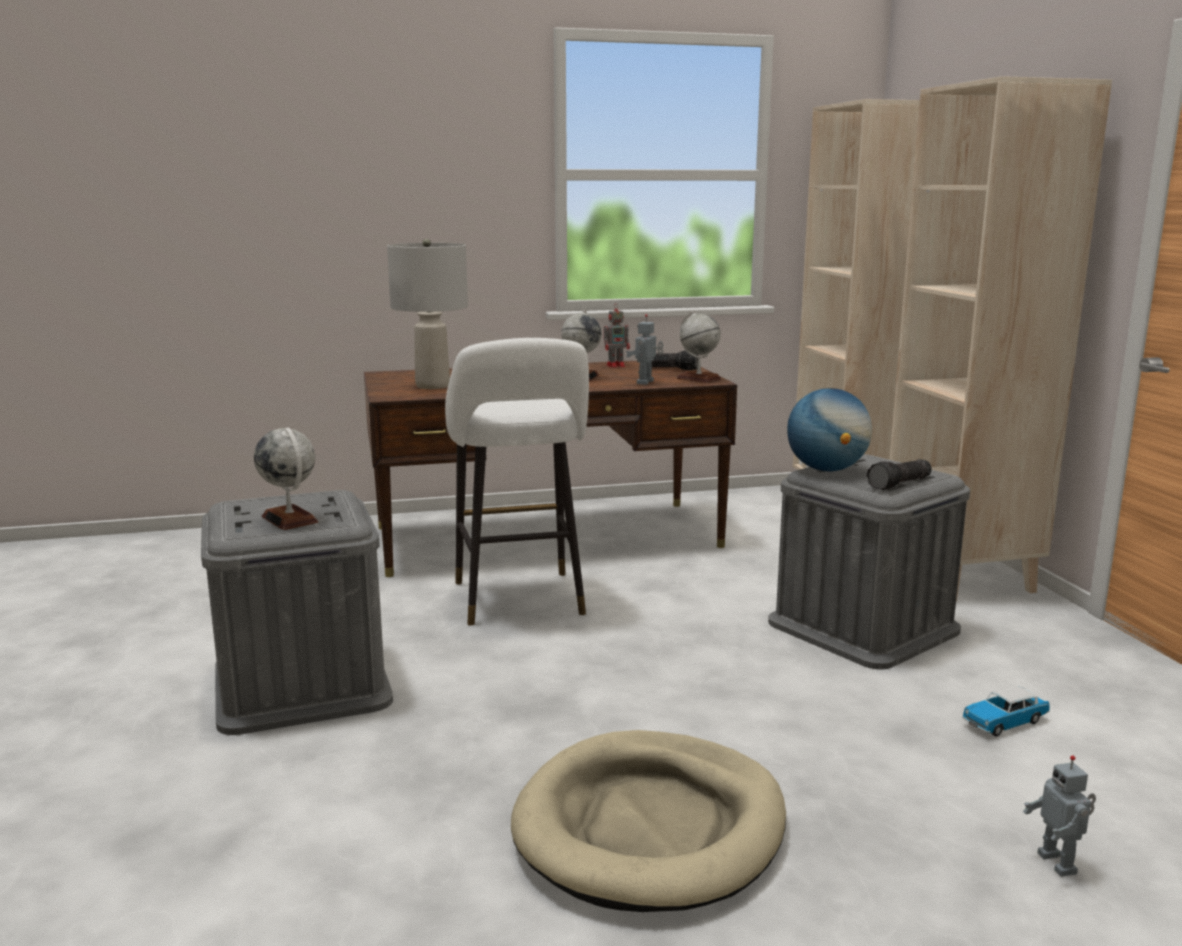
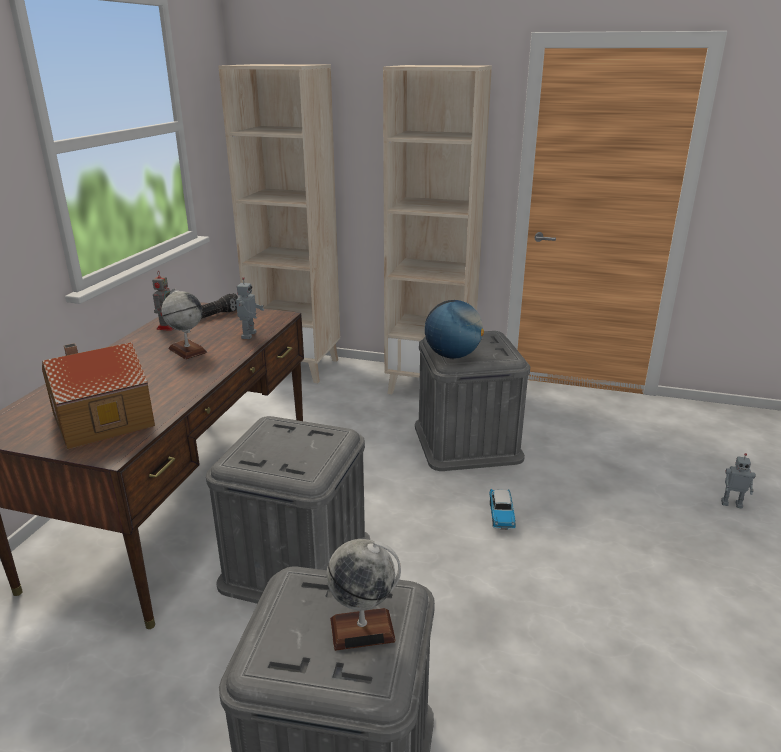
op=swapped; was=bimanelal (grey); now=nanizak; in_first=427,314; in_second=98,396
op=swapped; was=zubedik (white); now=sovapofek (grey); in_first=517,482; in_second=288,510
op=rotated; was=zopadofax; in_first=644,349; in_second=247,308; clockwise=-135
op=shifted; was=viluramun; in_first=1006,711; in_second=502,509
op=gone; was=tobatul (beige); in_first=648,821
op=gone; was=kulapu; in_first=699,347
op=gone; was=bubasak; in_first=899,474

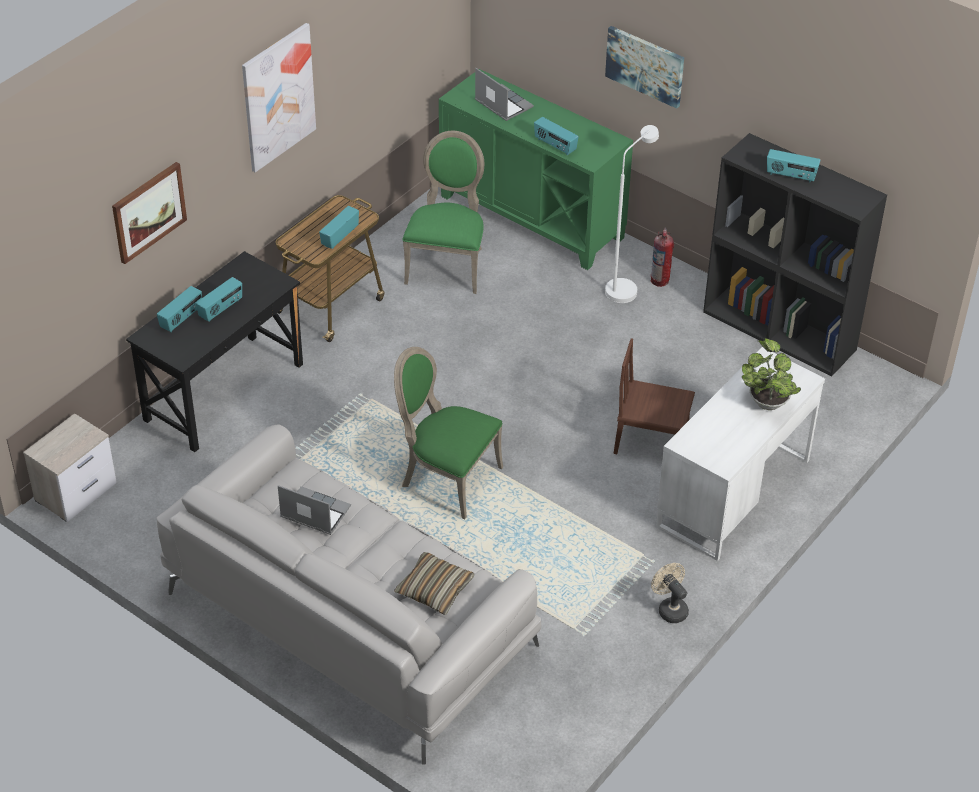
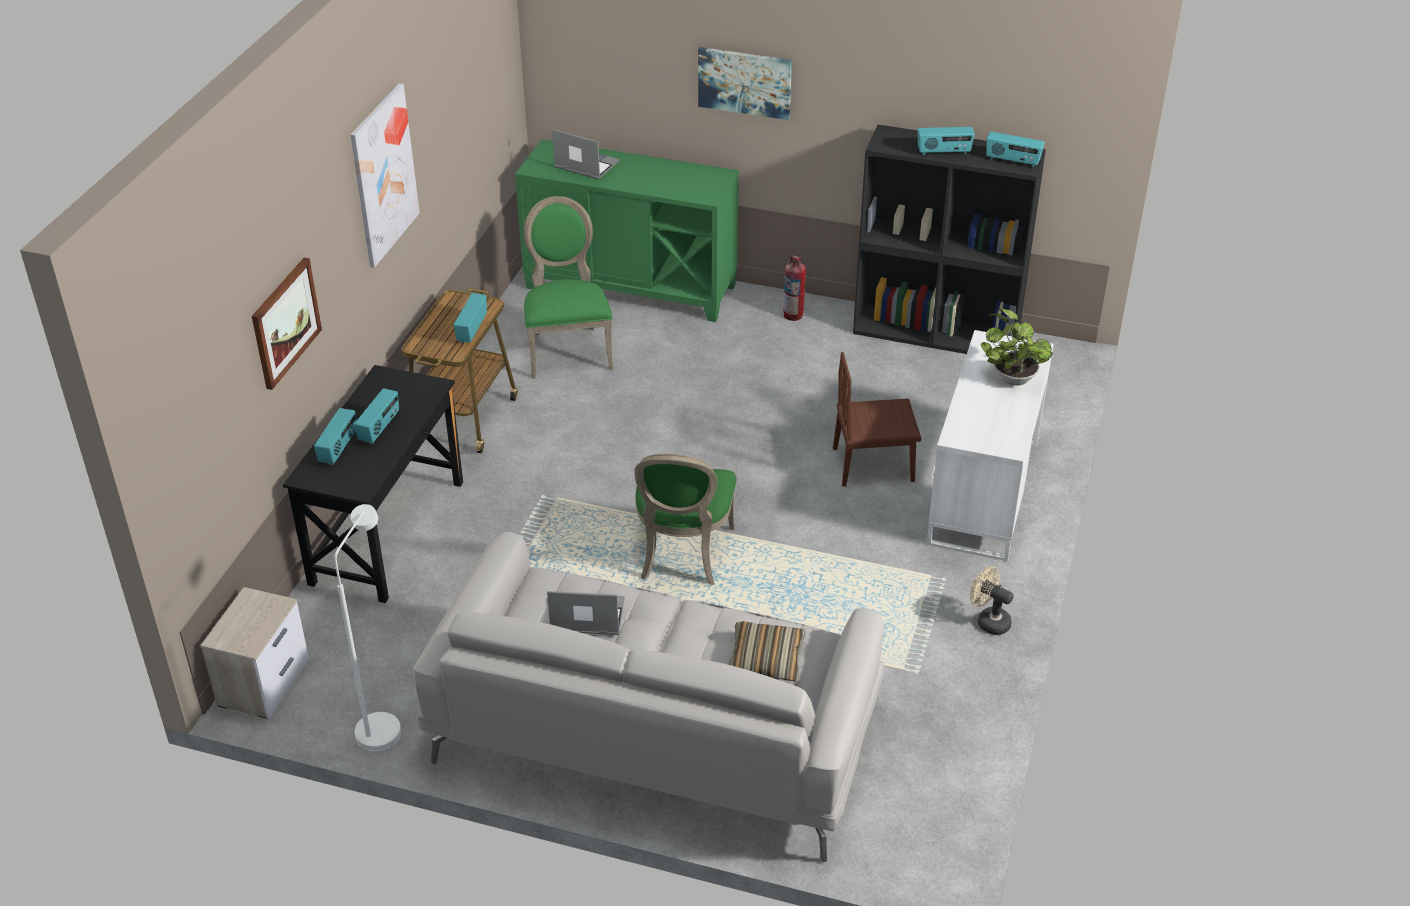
op=shifted; was=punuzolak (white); in_first=632,214; in_second=367,628
op=rotated; was=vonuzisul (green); in_first=448,433; in_second=685,520; clockwise=-90
op=shifted; was=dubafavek; in_first=556,136; in_second=1016,149

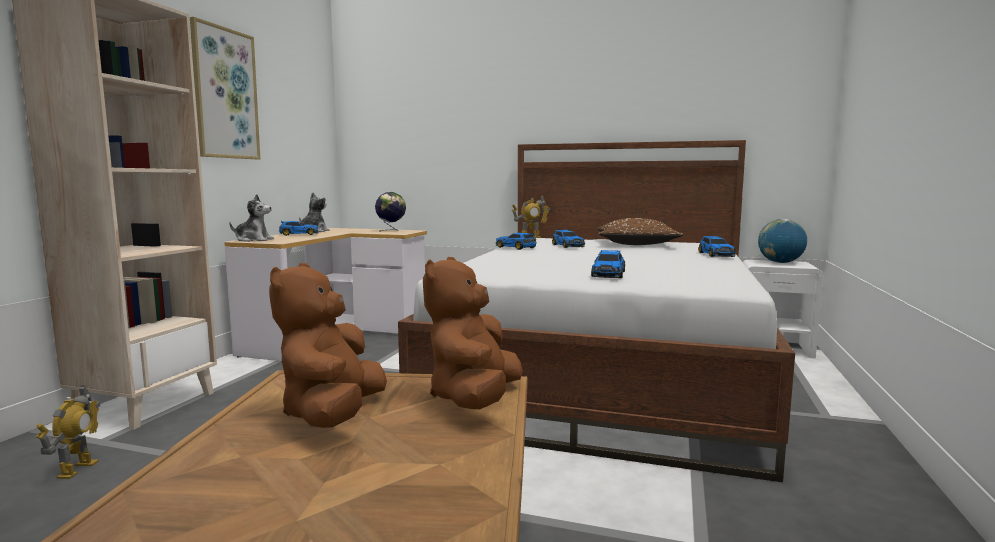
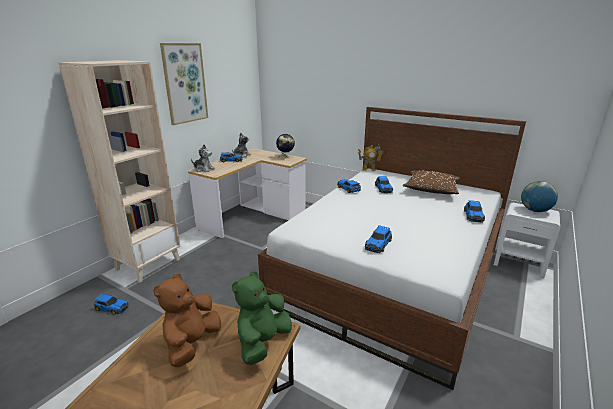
op=swapped; was=zopadofax; now=viluramun; in_first=68,432; in_second=111,304
op=repainted; was=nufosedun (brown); now=nufosedun (green); in_first=473,333; in_second=262,318

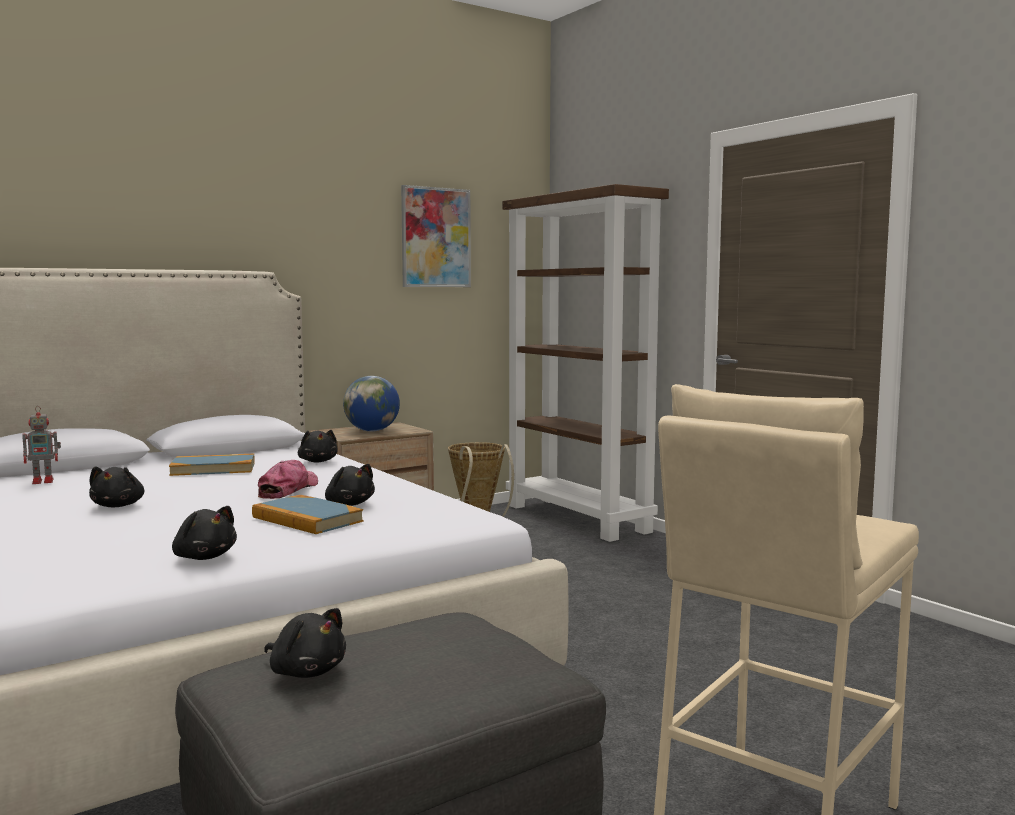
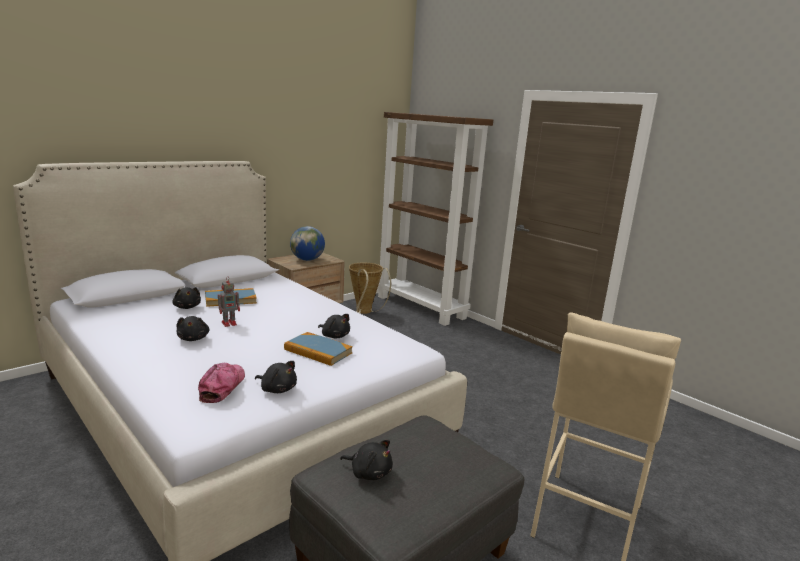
op=shifted; was=nufosedun (black); in_first=318,446; in_second=186,298
op=shifted; was=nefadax; in_first=288,479; in_second=221,383
op=shifted; was=zopadofax; in_first=41,445; in_second=229,301
op=gone; was=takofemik; in_first=436,236

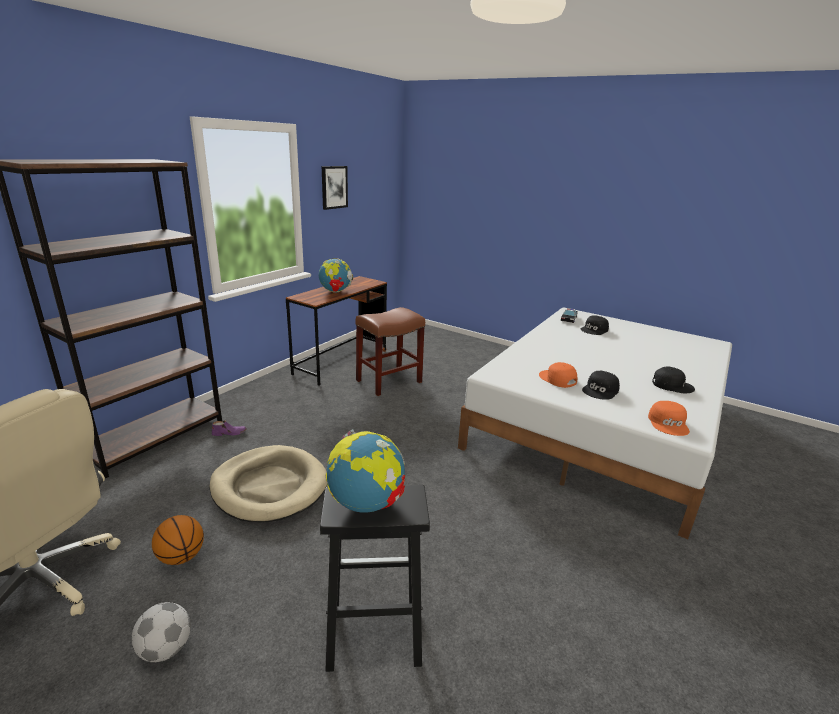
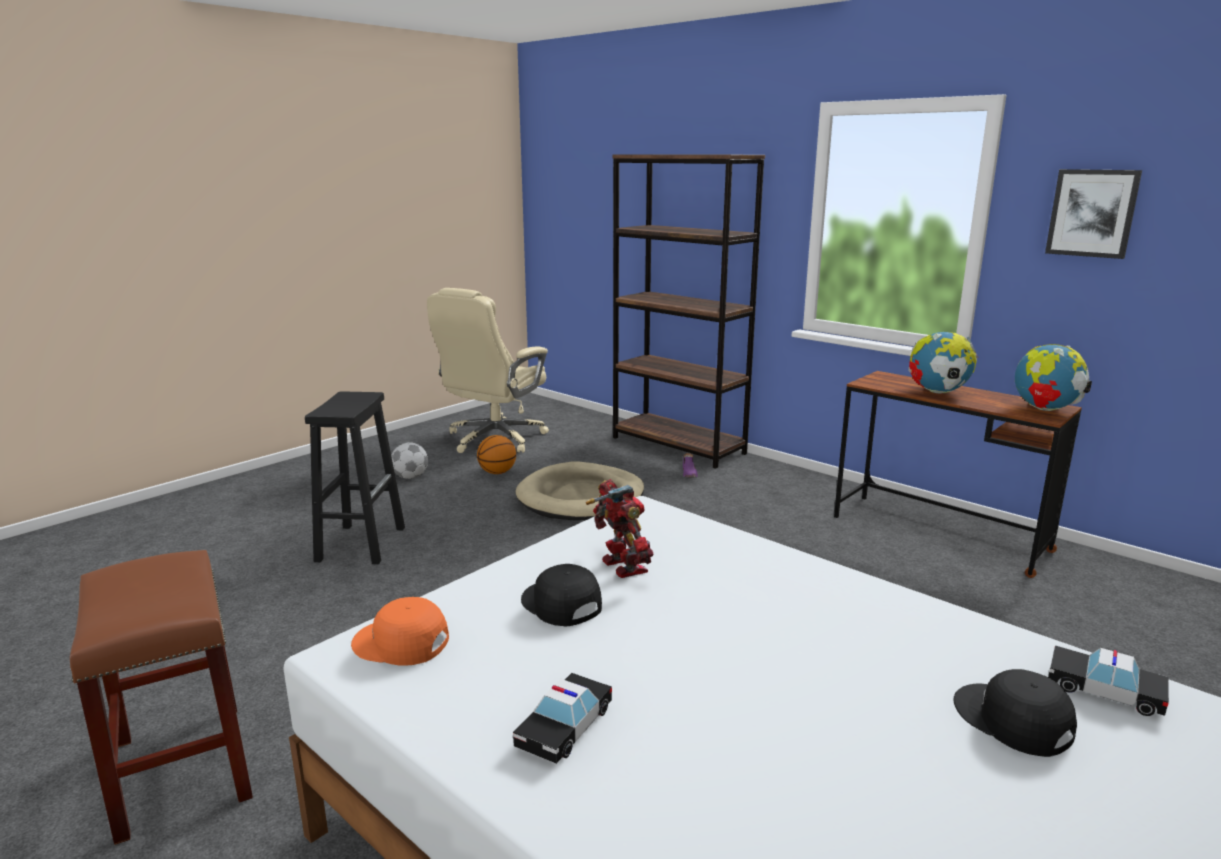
op=shifted; was=zubedik (brown); in_first=390,351; in_second=161,697
op=swapped; was=nefadax (black); now=viluramun; in_first=673,380; in_second=562,718
op=swapped; was=nefadax (orange); now=zopadofax; in_first=558,375; in_second=620,528
op=shifted; was=kulapu; in_first=365,471; in_second=1053,377

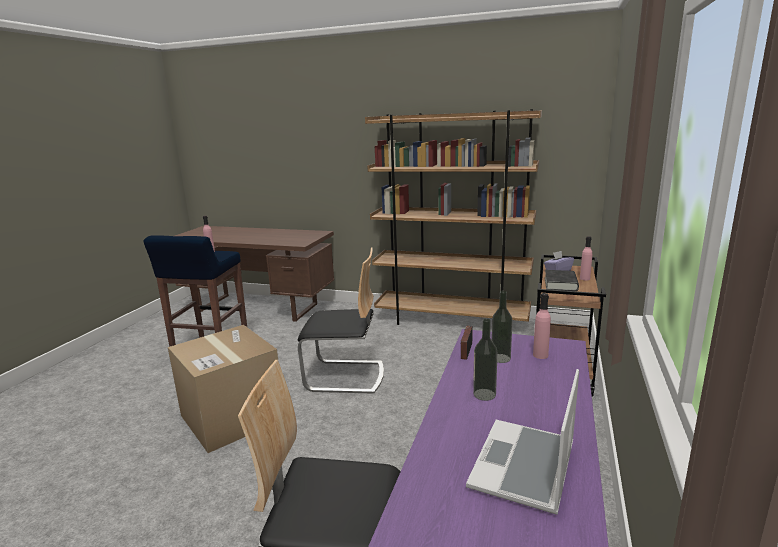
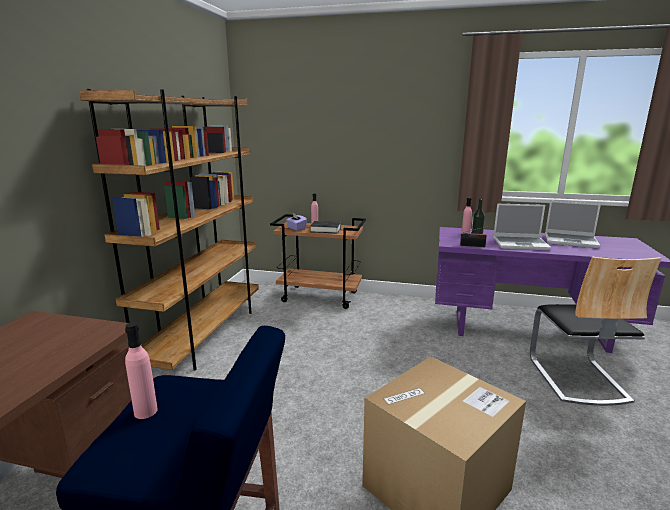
op=swapped; was=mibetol; now=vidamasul; in_first=485,359; in_second=522,227
op=gone; was=vonuzisul; in_first=341,320

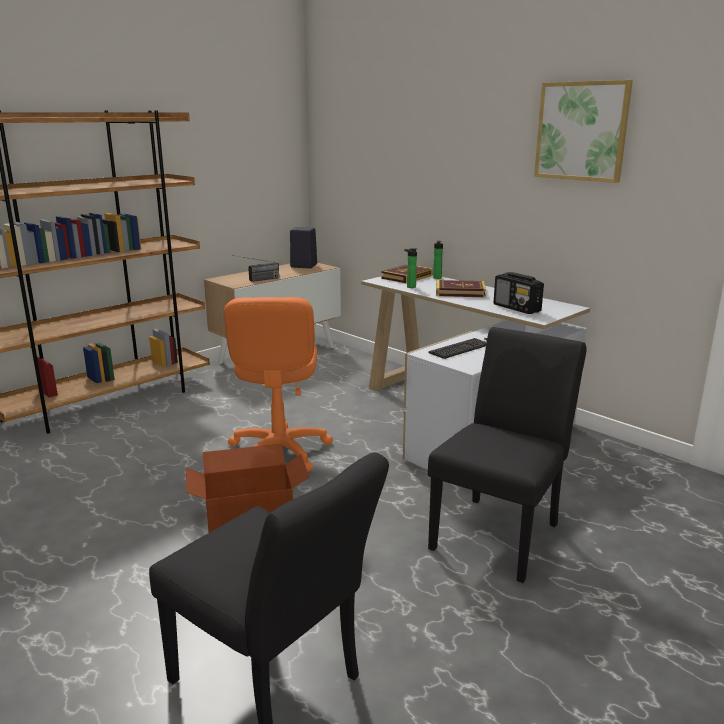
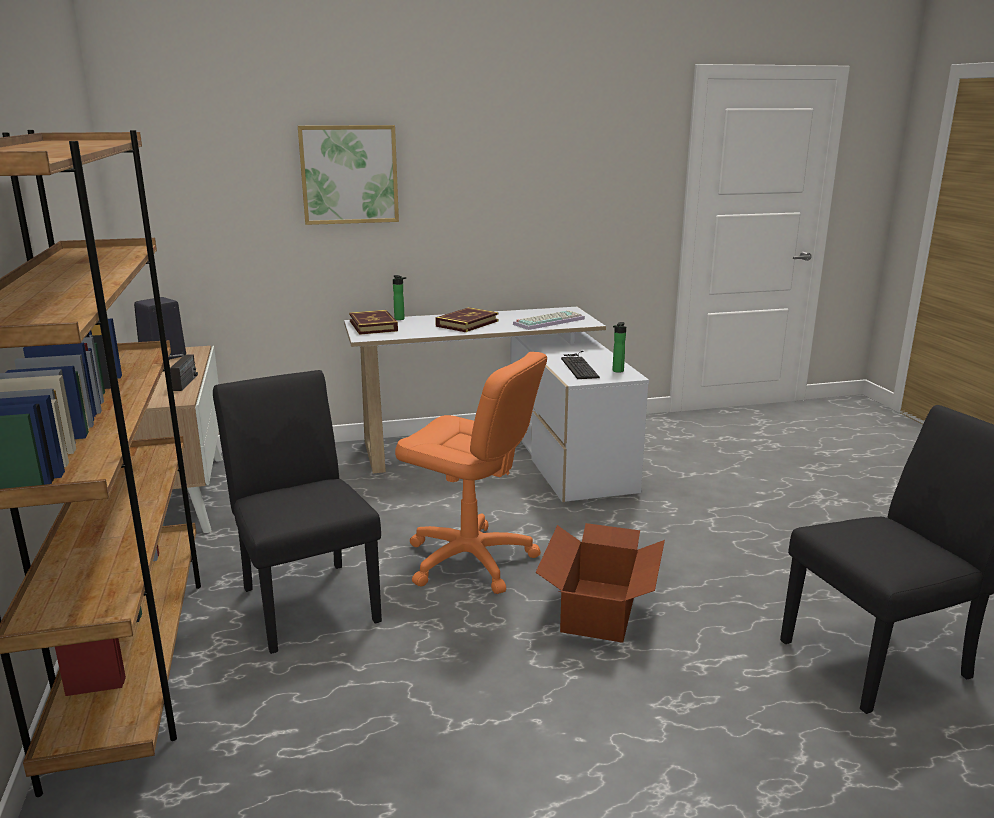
op=shifted; was=vonuzisul (black); in_first=507,455; in_second=297,512
op=shifted; was=takofemik; in_first=583,131; in_second=348,175
op=swapped; was=dubafavek; now=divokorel; in_first=519,293; in_second=549,320
op=shifted; was=mibetol; in_first=410,268; in_second=619,347

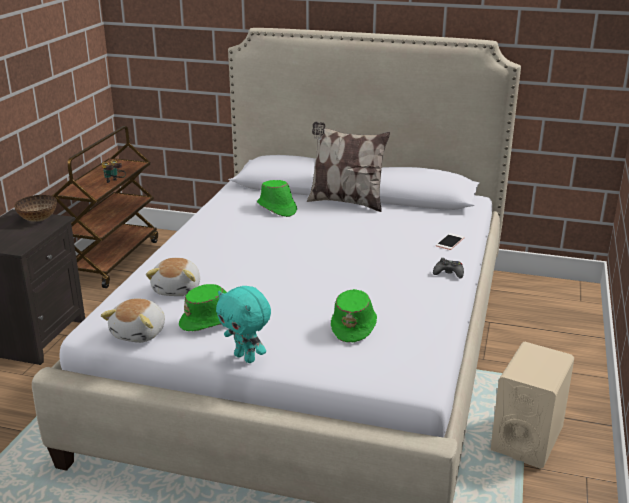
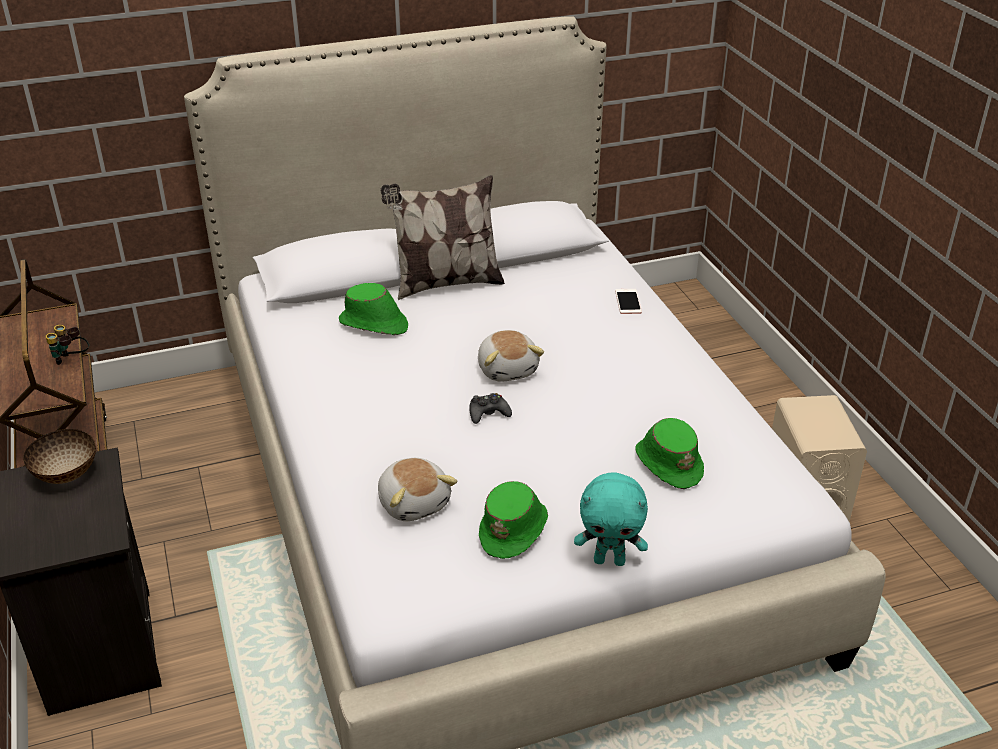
op=shifted; was=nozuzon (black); in_first=448,268; in_second=490,408
op=shifted; was=nufosedun; in_first=133,320; in_second=511,356

